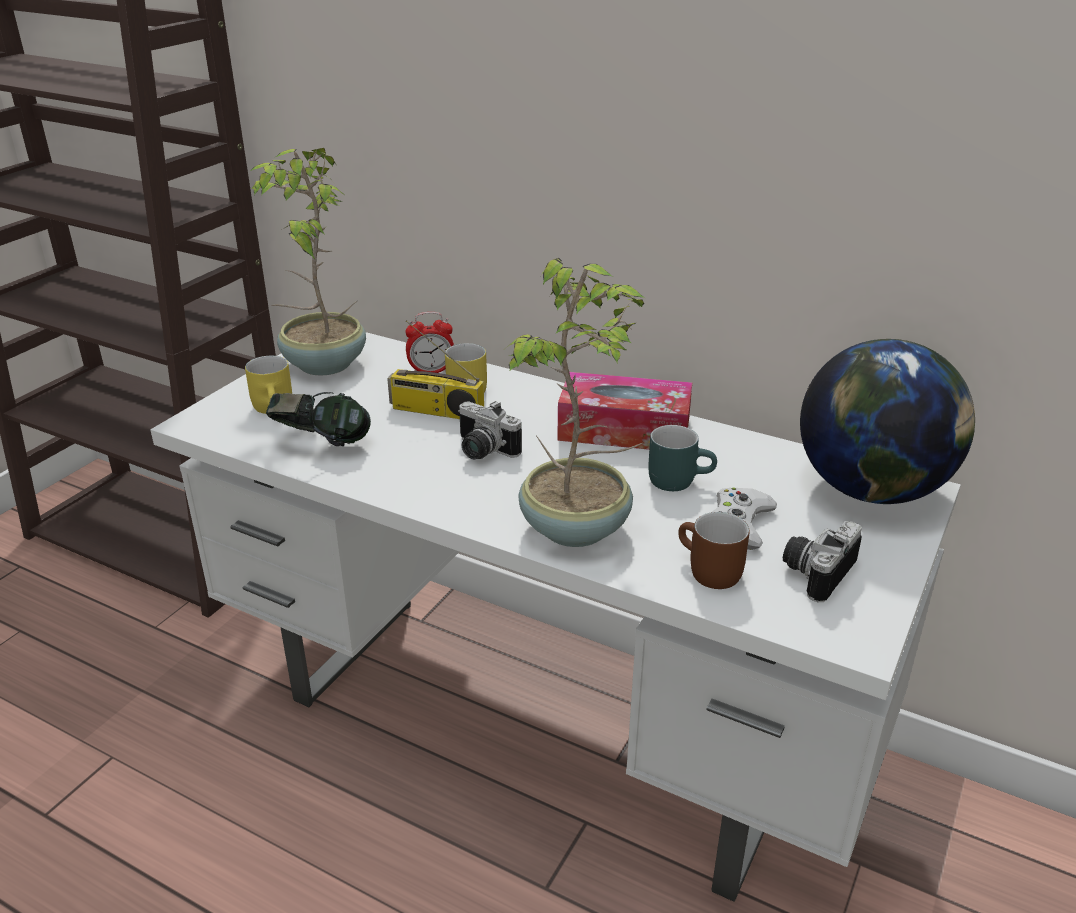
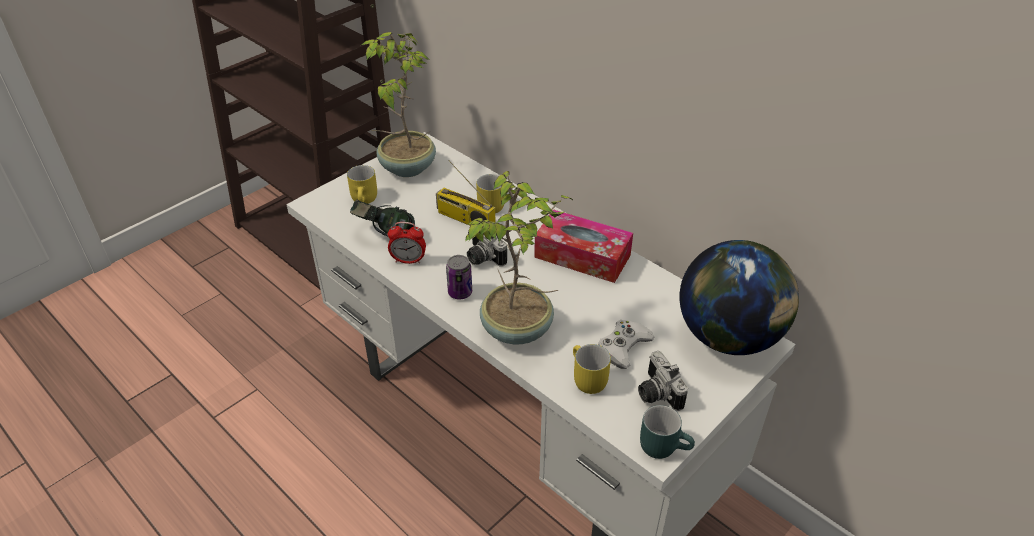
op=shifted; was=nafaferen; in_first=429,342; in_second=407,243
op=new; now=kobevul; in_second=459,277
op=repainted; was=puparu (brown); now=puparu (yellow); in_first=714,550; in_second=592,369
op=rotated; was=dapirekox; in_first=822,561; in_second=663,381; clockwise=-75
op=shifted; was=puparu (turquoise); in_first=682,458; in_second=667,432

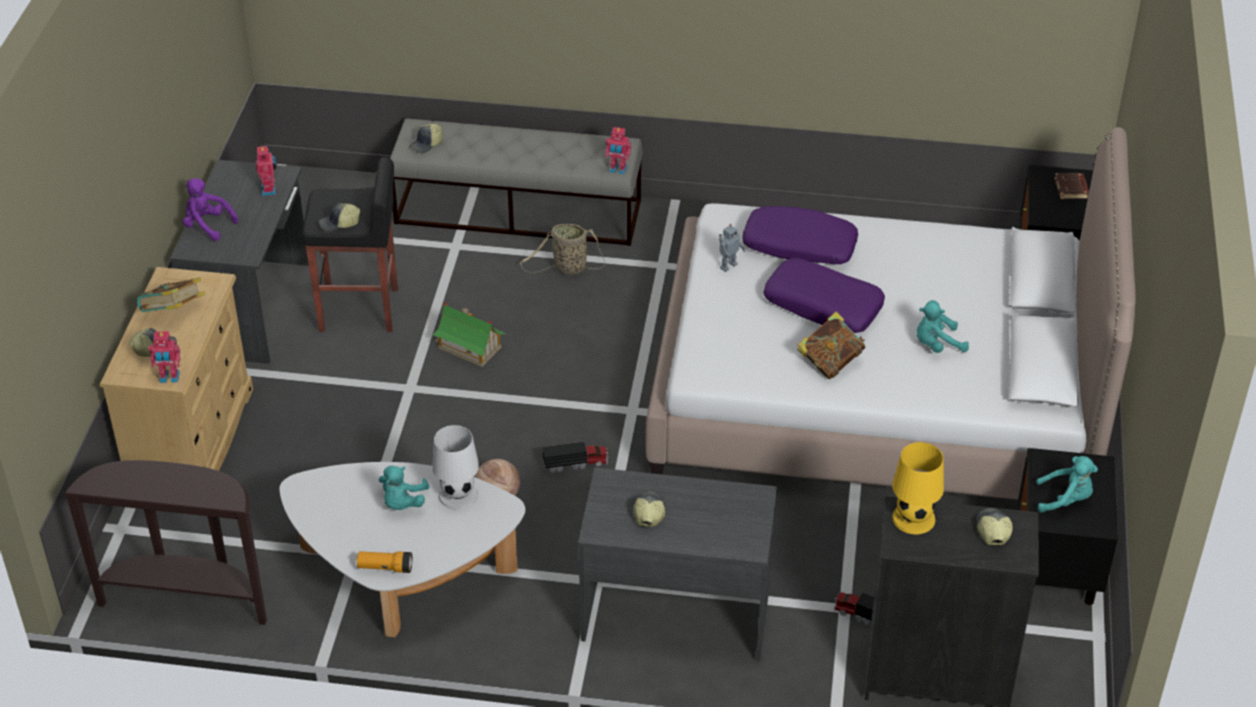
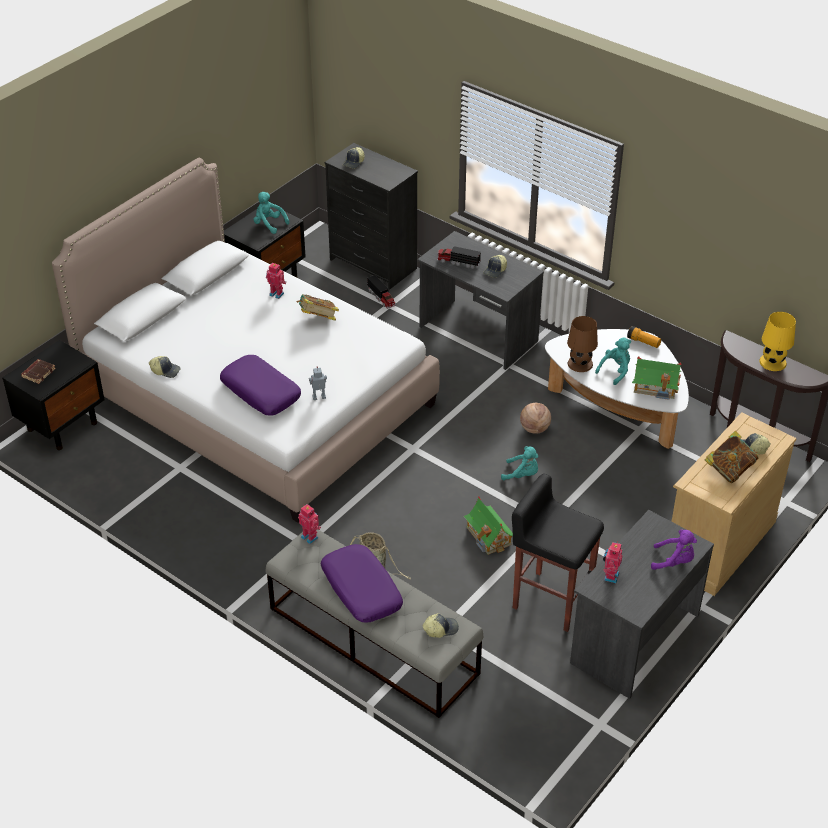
op=shifted; was=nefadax; in_first=339,217; in_second=165,367
op=shifted; was=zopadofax; in_first=164,357; in_second=276,281
op=shifted; was=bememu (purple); in_first=824,295; in_second=362,583
op=shifted; was=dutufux; in_first=576,457; in_second=459,257
op=shifted; was=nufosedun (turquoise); in_first=942,326; in_second=519,463
op=repainted; was=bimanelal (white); now=bimanelal (brown); in_first=455,467; in_second=582,344
op=new; now=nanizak; in_second=656,378
op=rotated; was=nufosedun (purple); in_first=210,209; in_second=674,549; clockwise=-45
op=shifted; was=bimanelal (yellow); in_first=918,488; in_second=777,341

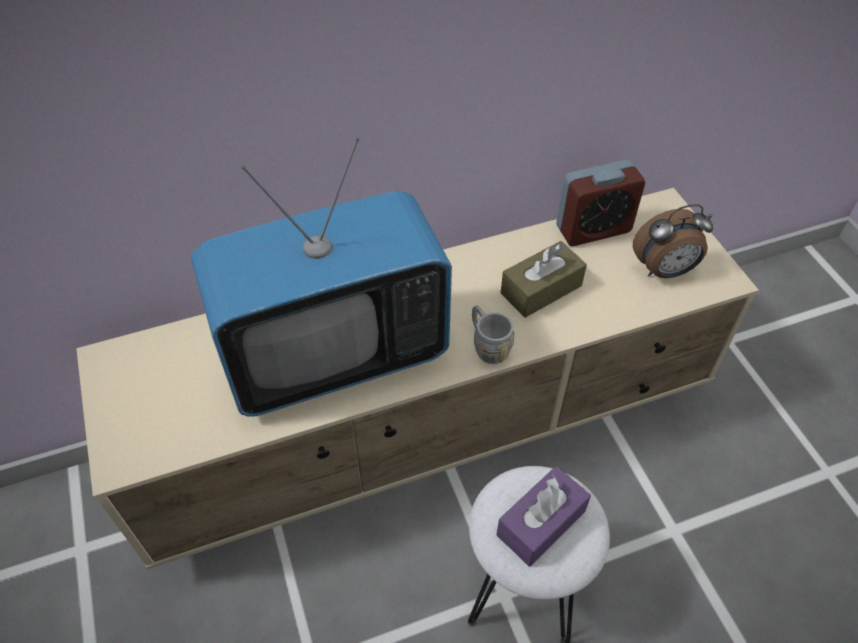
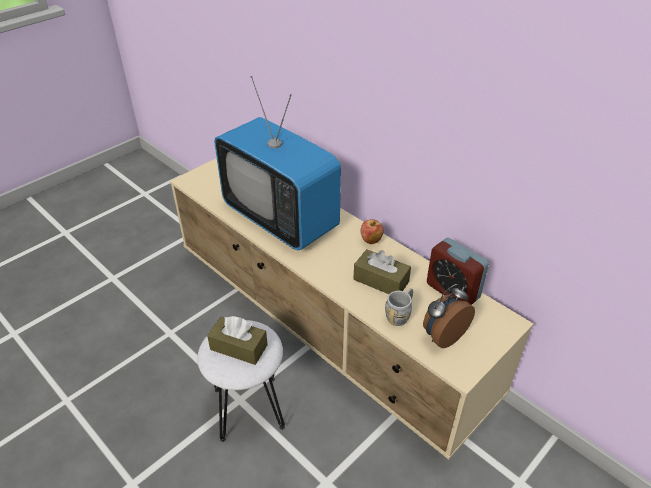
op=repainted; was=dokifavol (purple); now=dokifavol (brown); in_first=543,516; in_second=237,340
op=new; now=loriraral; in_second=372,231
op=shifted; was=puparu (grey); in_first=493,334; in_second=399,307
op=rotated; was=nafaferen; in_first=673,241; in_second=449,316; clockwise=90

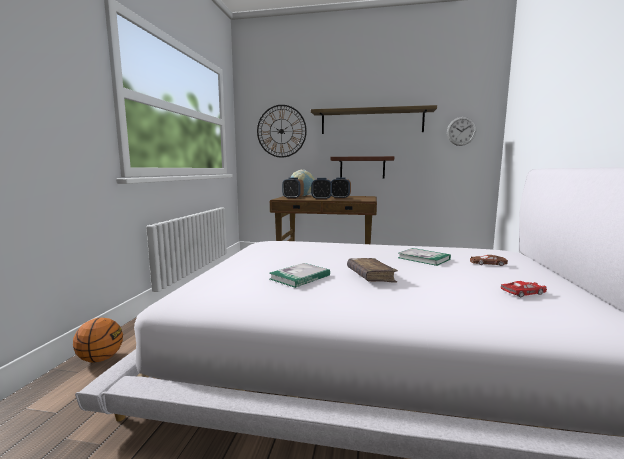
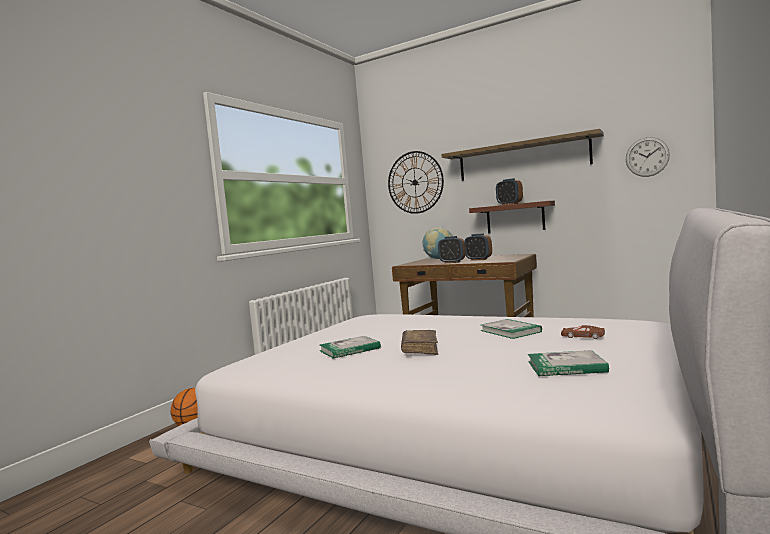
op=shifted; was=nafaferen; in_first=293,188; in_second=509,191
op=swapped; was=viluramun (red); now=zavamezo; in_first=524,289; in_second=568,363

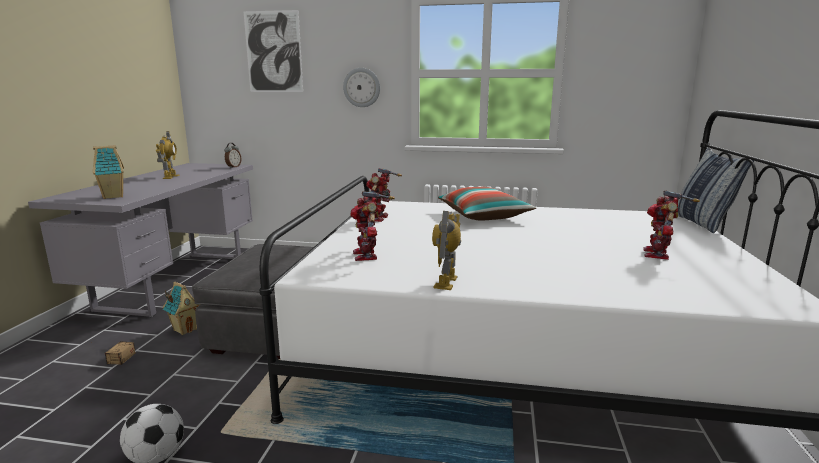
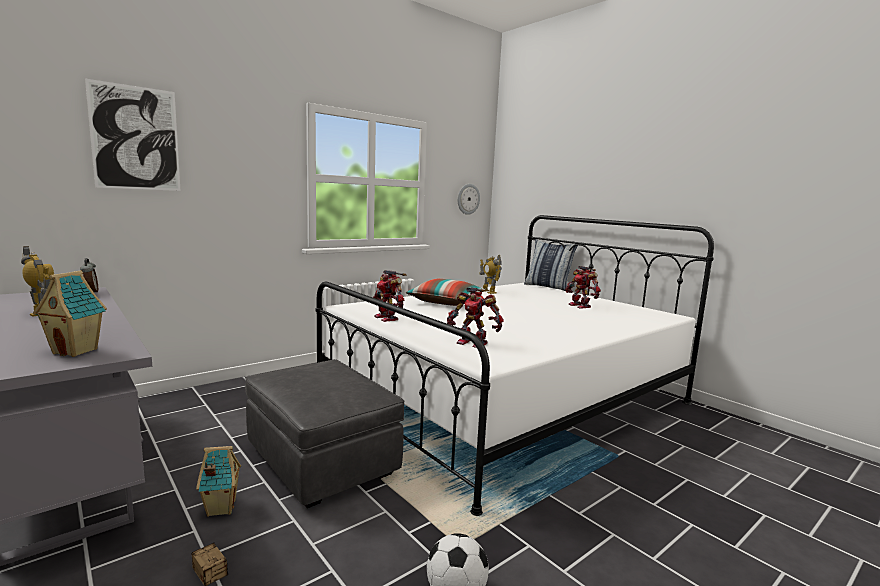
op=shifted; was=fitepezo; in_first=361,87; in_second=469,199
op=shifted; was=zopadofax; in_first=446,250; in_second=491,274

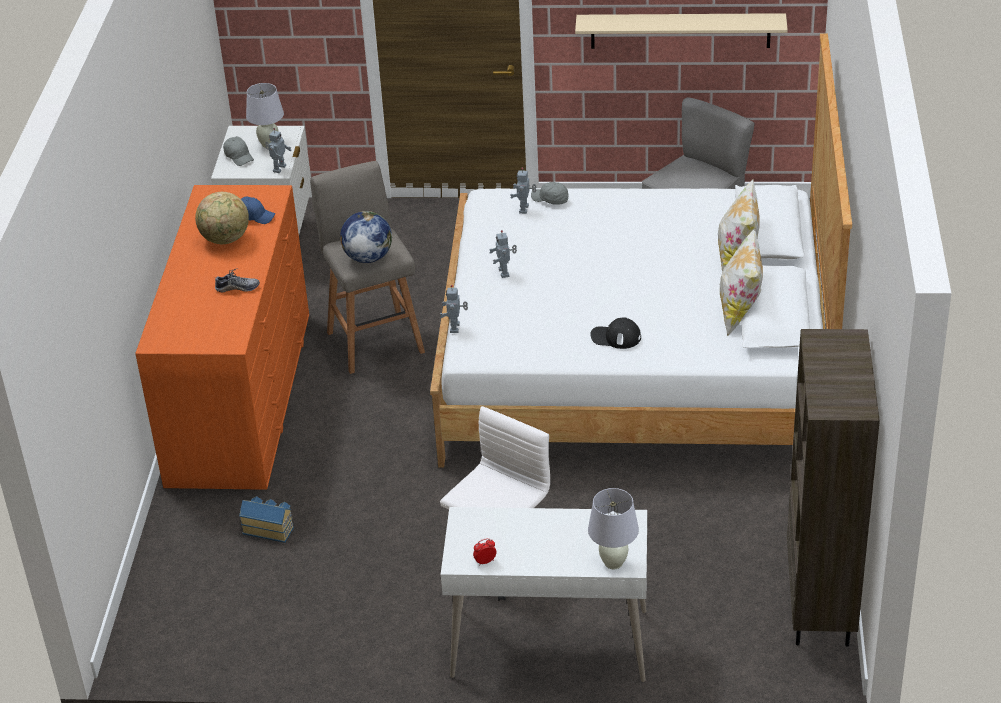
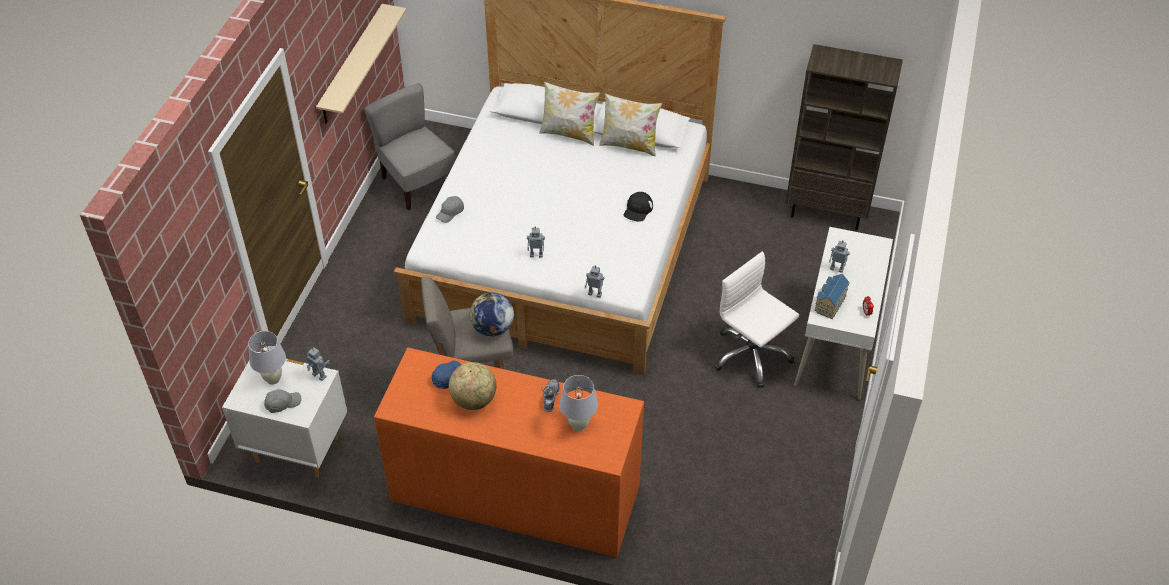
op=shifted; was=bimanelal (white); in_first=613,529; in_second=578,403
op=shifted; was=nanizak; in_first=266,519; in_second=832,296
op=shifted; was=zopadofax; in_first=523,191; in_second=839,256

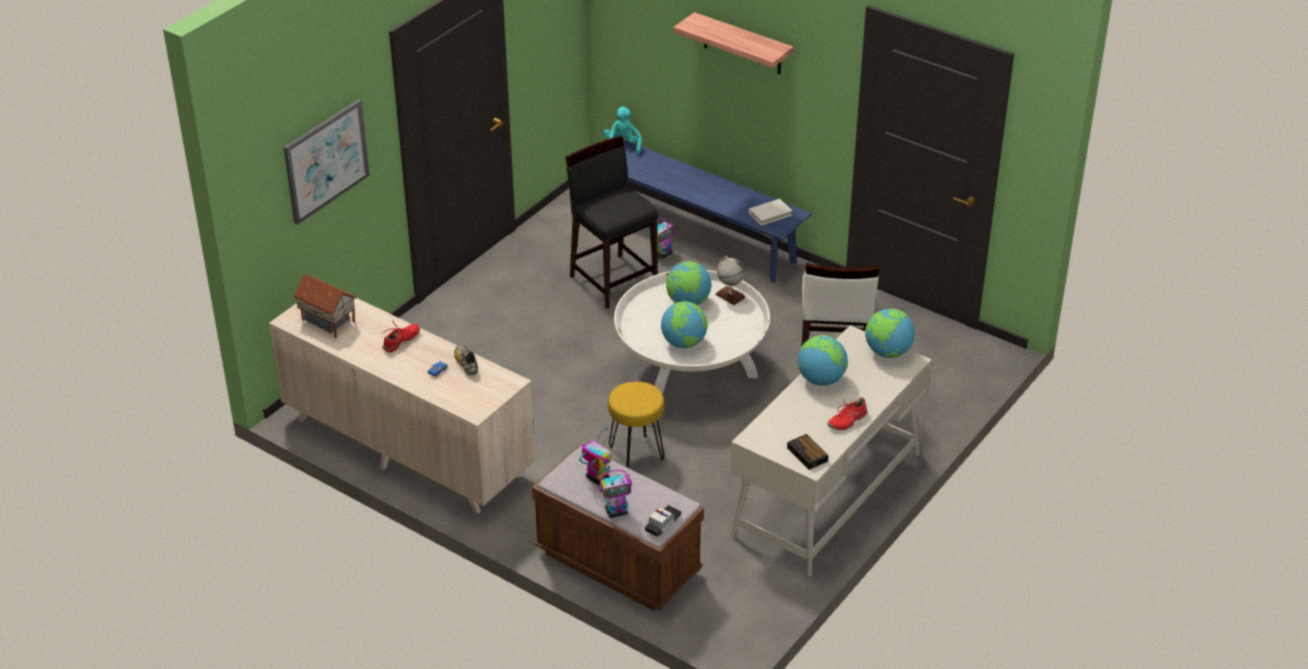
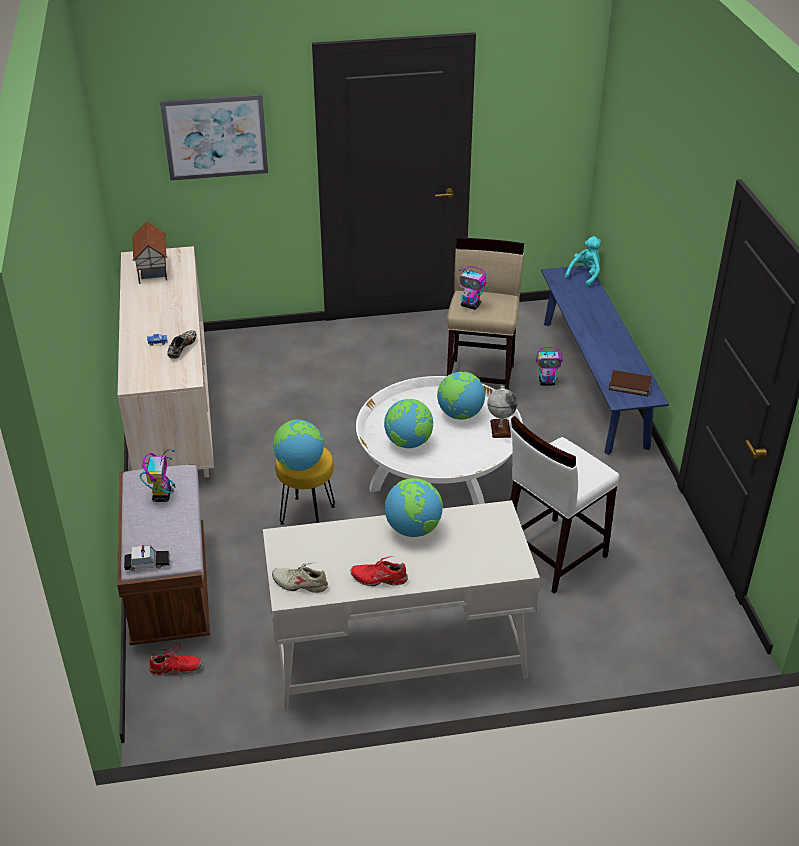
op=shifted; was=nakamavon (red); in_first=400,336; in_second=175,659
op=swapped; was=nafaferen; now=nakamavon (beige); in_first=807,452; in_second=300,578
op=shifted; was=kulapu; in_first=890,333; in_second=298,445
op=repainted; was=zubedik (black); now=zubedik (beige); in_first=612,222; in_second=485,314
op=shifted; was=zopadofax; in_first=616,494; in_second=472,288
op=repainted; was=zavamezo (white); now=zavamezo (brown); in_first=770,212; in_second=630,383
op=gone; was=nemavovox; in_first=733,43

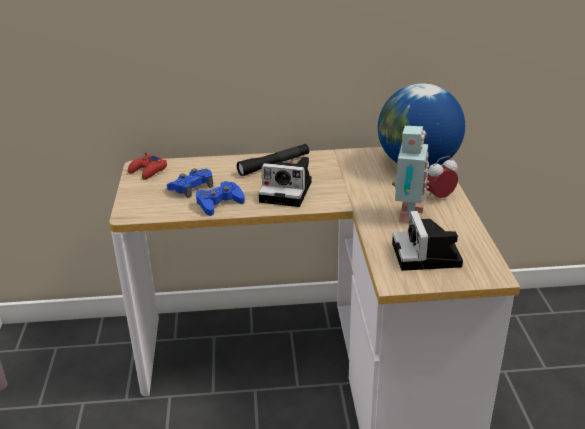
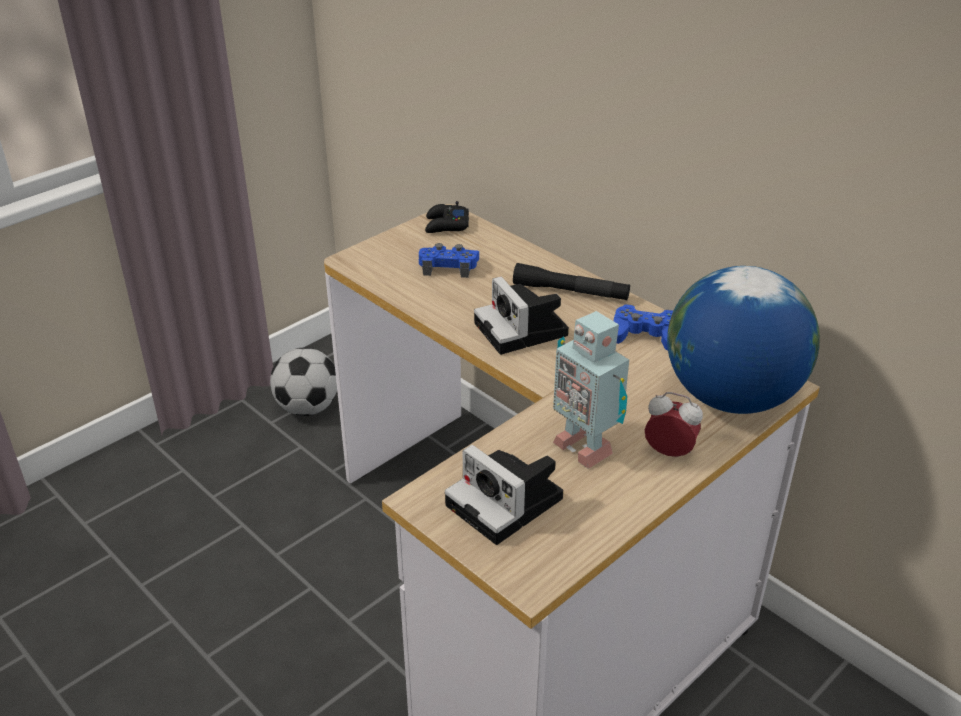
op=new; now=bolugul; in_second=303,382
op=repainted; was=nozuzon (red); now=nozuzon (black); in_first=147,166; in_second=447,217
op=rotated; was=dapirekox; in_first=427,241; in_second=504,495; clockwise=-90
op=rotated; was=zopadofax; in_first=410,174; in_second=591,390; clockwise=75
op=shifted; was=nozuzon (blue); in_first=220,198; in_second=644,327

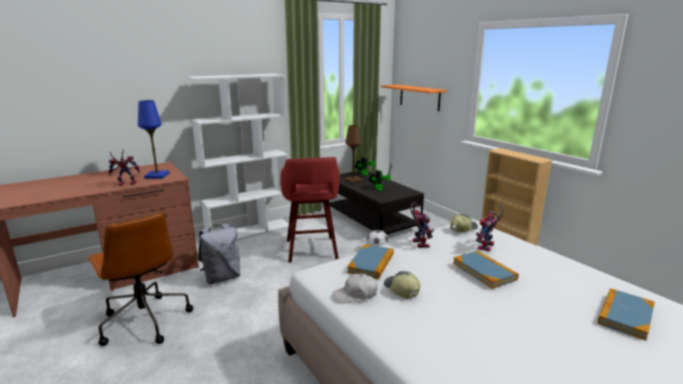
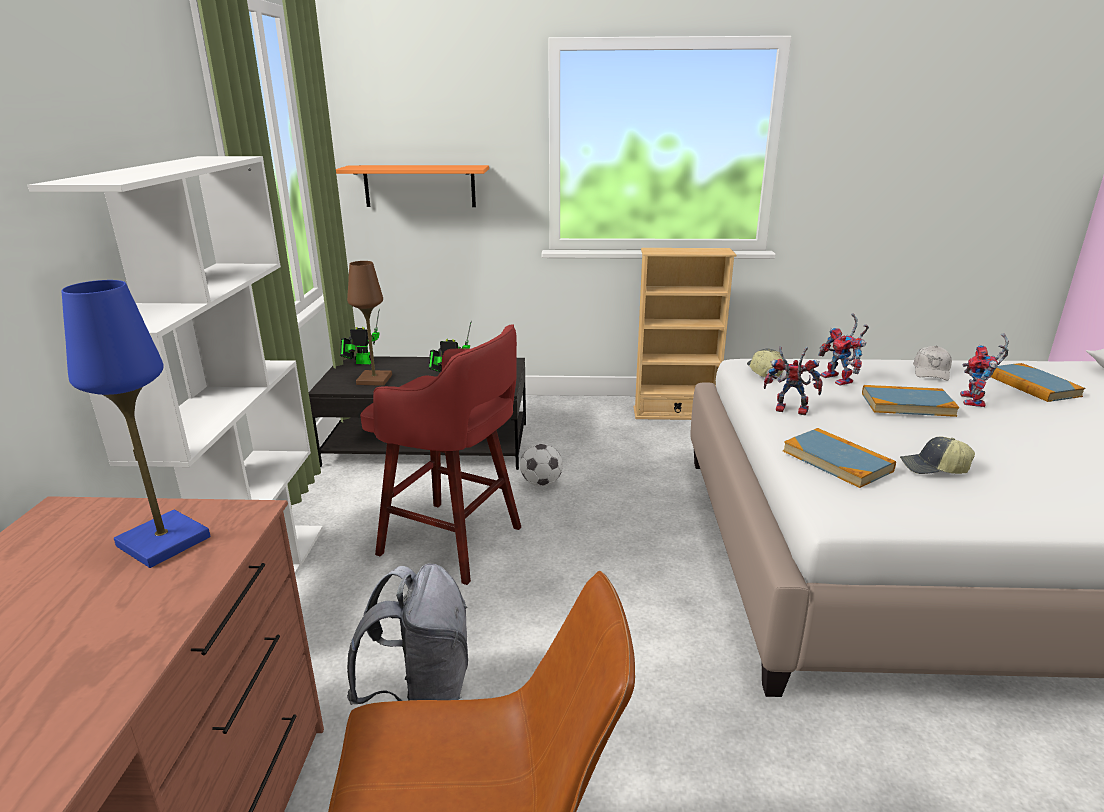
op=shifted; was=nefadax (white); in_first=355,289; in_second=932,363
op=shifted; was=zopadofax; in_first=124,167; in_second=984,370

